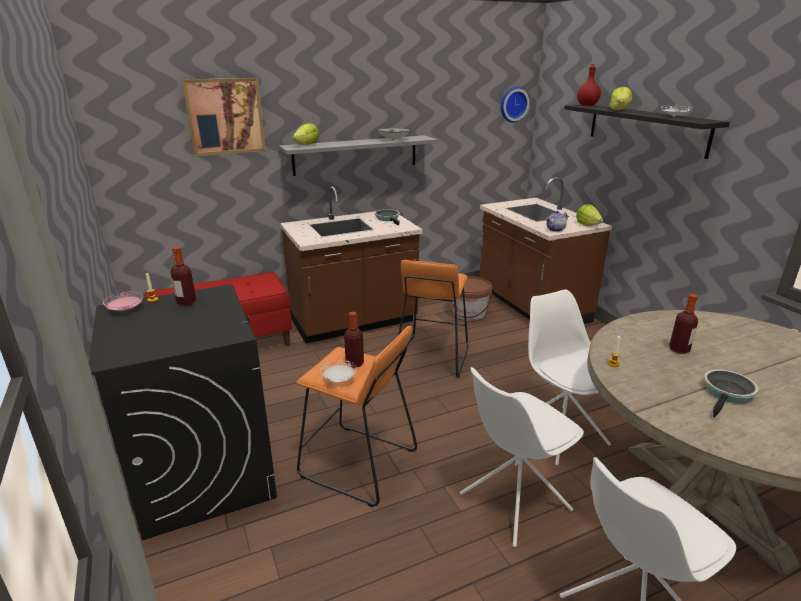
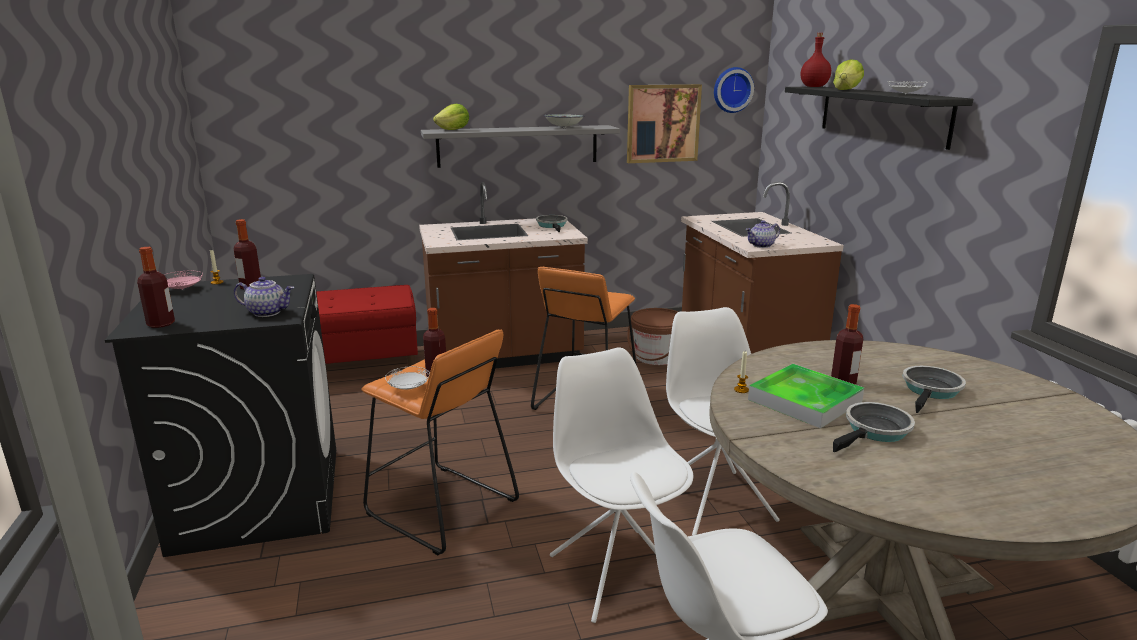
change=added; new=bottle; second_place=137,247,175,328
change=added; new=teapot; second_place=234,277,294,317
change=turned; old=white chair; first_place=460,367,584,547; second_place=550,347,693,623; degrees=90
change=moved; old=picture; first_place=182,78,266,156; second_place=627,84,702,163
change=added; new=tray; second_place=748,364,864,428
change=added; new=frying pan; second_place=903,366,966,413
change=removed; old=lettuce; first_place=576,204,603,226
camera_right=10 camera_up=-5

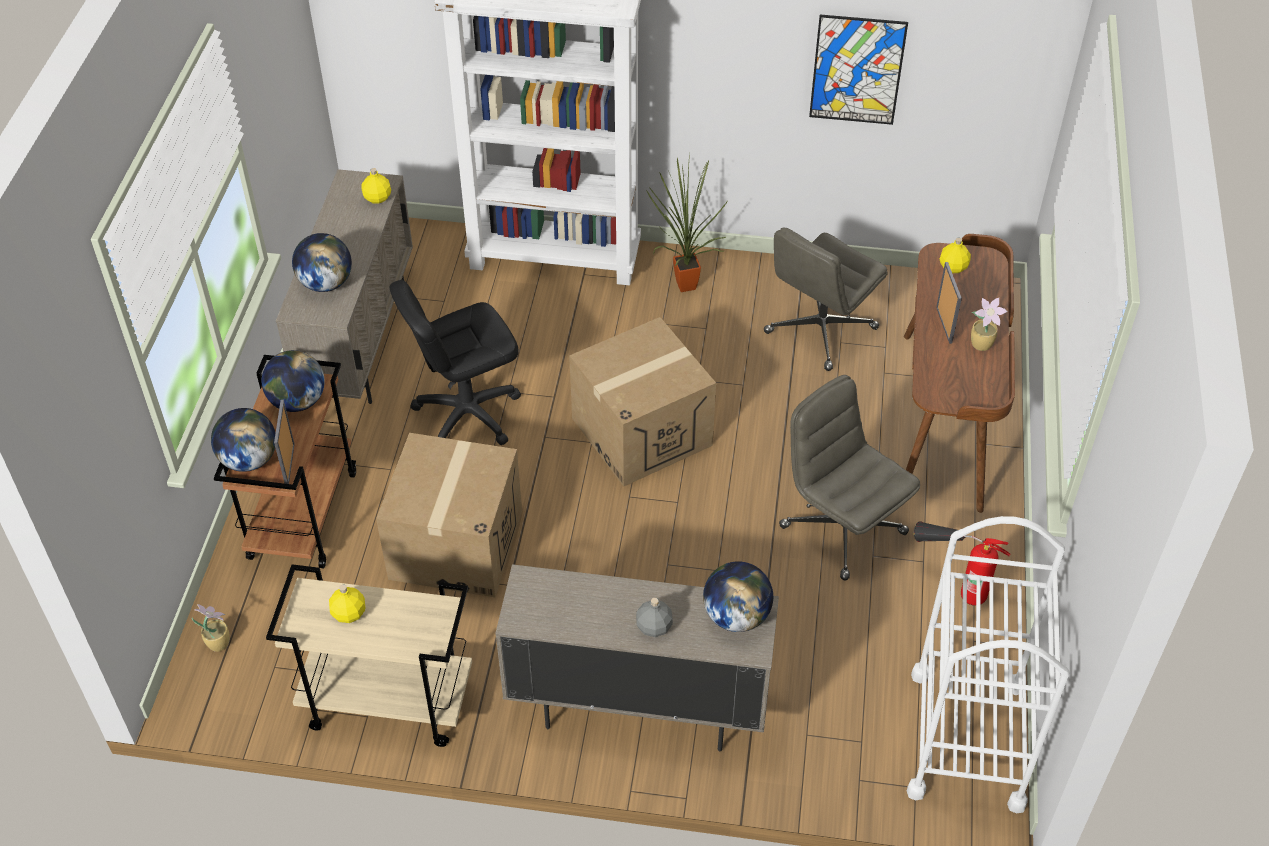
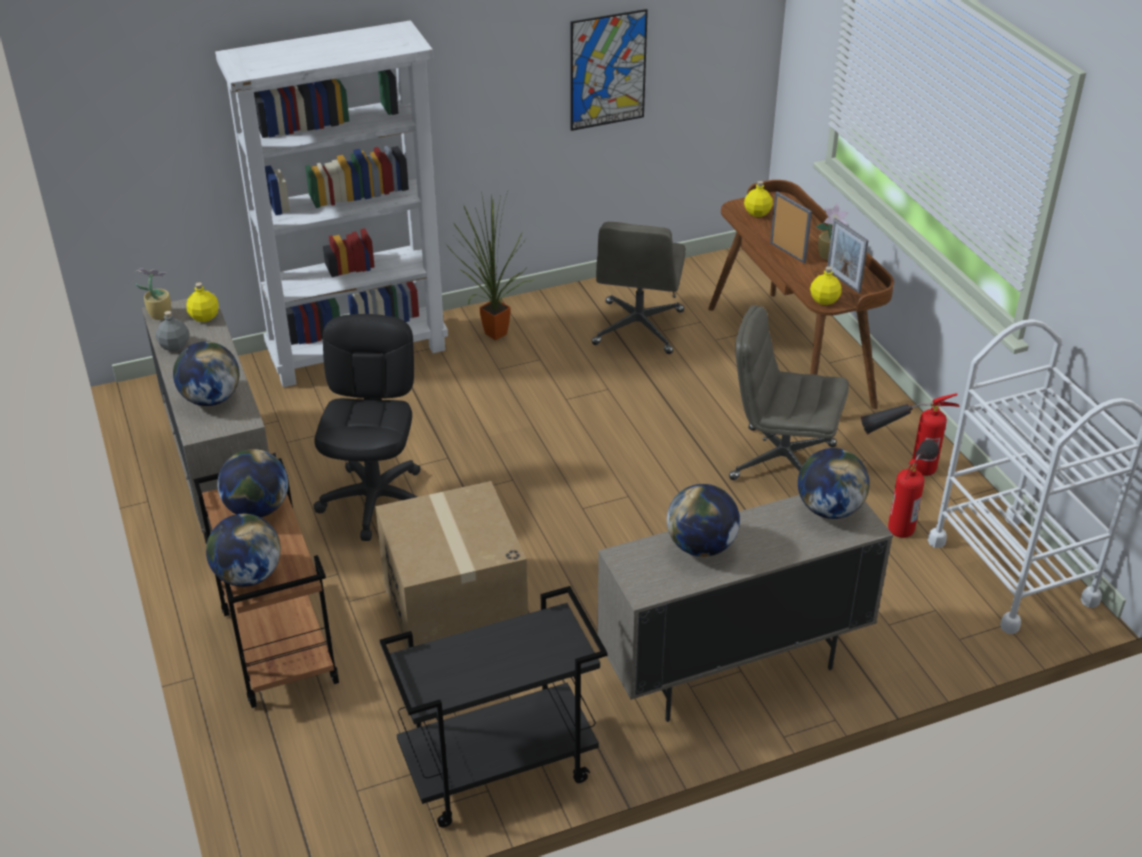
change=moved; old=potted plant; first_place=192,604,230,652; second_place=135,269,171,320
change=moved; old=grey bottle; first_place=636,598,673,637; second_place=155,311,190,351
change=turned; old=black office chair; first_place=390,280,521,445; second_place=313,314,420,541; degrees=150
change=recoloured; old=beige cart; new=black cart; first_place=266,564,472,747; second_place=379,586,608,827
change=added; new=globe; second_place=667,484,740,557
change=moved; old=yellow bottle; first_place=329,585,365,623; second_place=810,266,842,305
change=moved; old=picture frame; first_place=274,400,295,484; second_place=827,218,869,293
change=added; new=fire extinguisher; second_place=888,440,939,538
change=removed; old=cardboard box; first_place=569,317,716,487
camera_right=-30 camera_up=-10

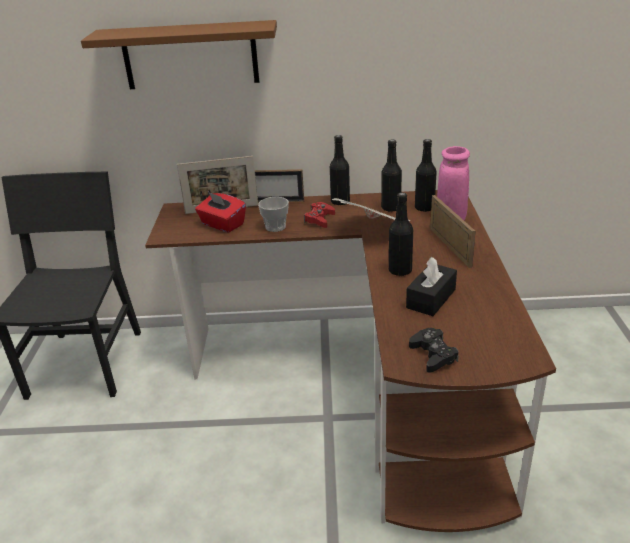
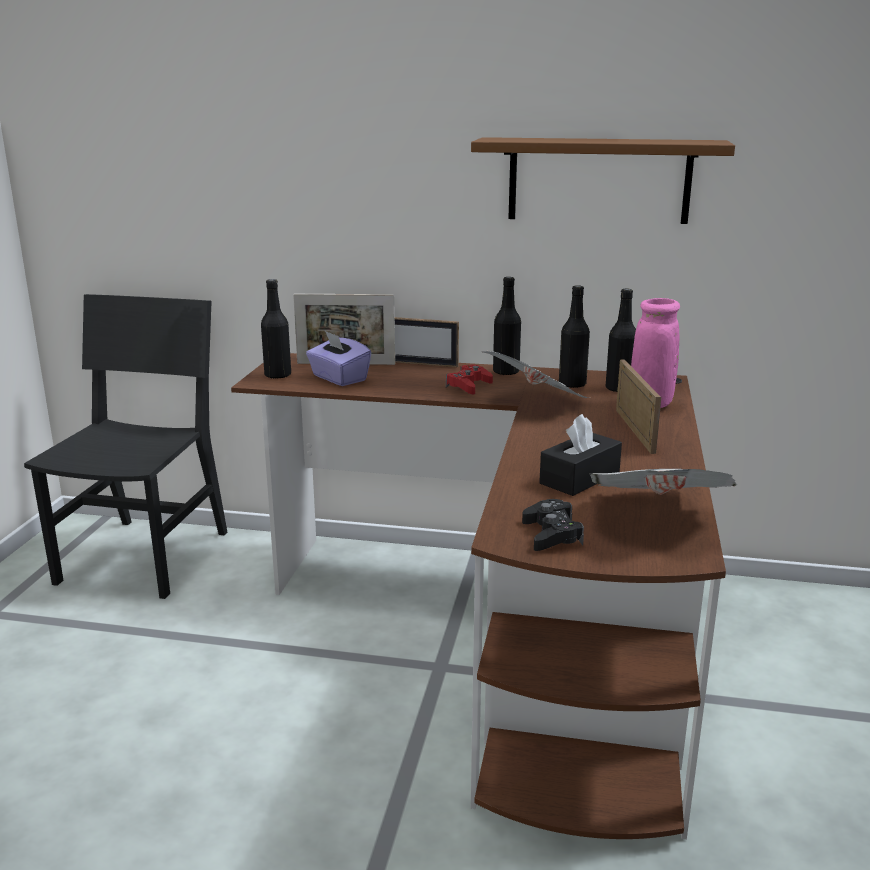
change=moved; old=black bottle; first_place=389,192,413,276; second_place=261,279,291,379
change=recoloured; old=red tissue box; new=purple tissue box; first_place=195,192,246,233; second_place=306,331,371,386
change=moved; old=brown shelf; first_place=81,20,277,89; second_place=471,137,735,224
change=added; new=newspaper; second_place=589,469,737,495
change=removed; old=cup; first_place=258,197,289,232
camera_right=10 camera_up=-10

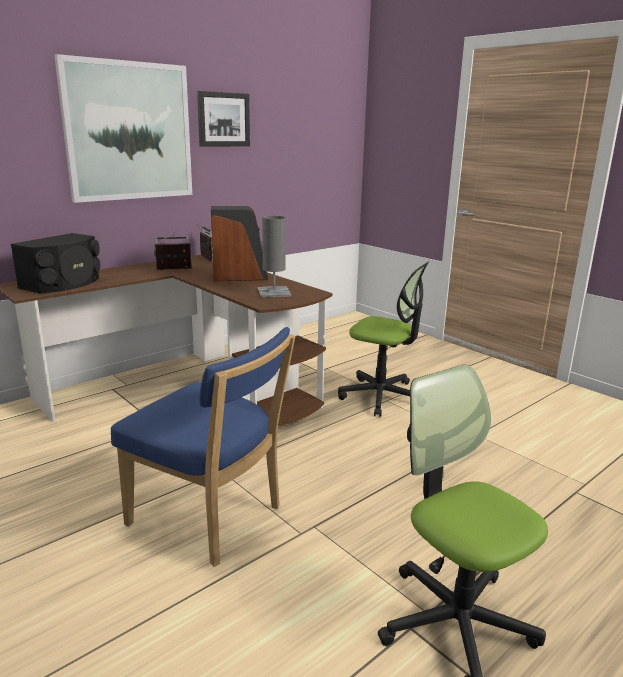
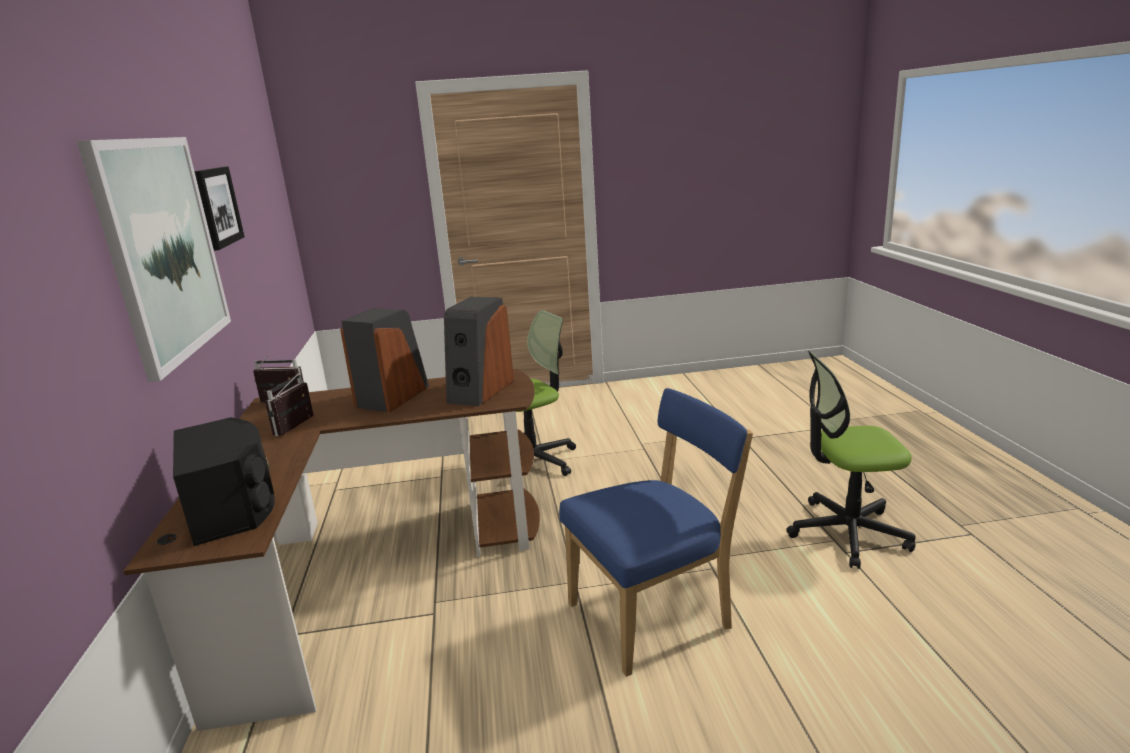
change=replaced; old=grey table lamp; new=speaker; first_place=258,216,291,298; second_place=444,297,514,406
camera_right=-55 camera_up=0

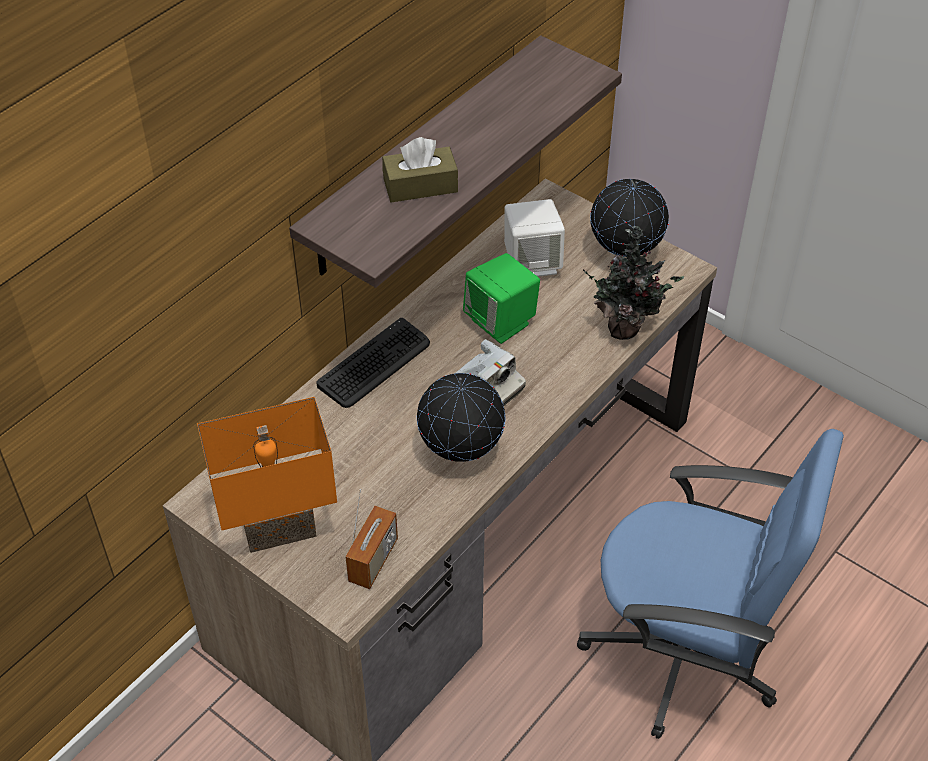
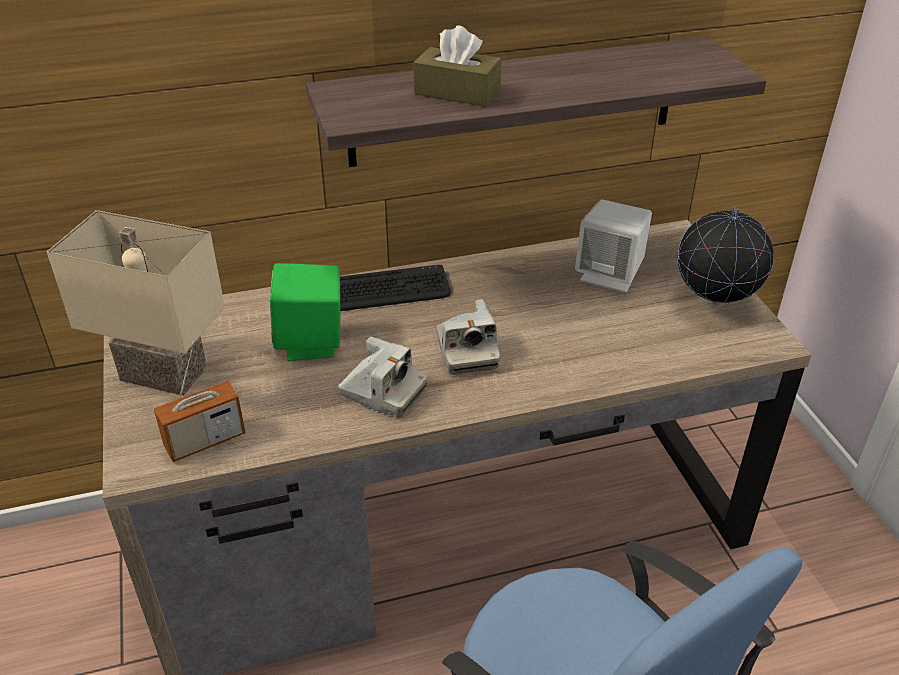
change=recoloured; old=orange table lamp; new=beige table lamp; first_place=197,397,337,553; second_place=47,210,225,396
change=moved; old=green speaker; first_place=463,253,540,344; second_place=270,263,341,361
change=replaced; old=globe; new=photo camera; first_place=417,373,506,462; second_place=338,336,427,418
change=removed; old=potted plant; first_place=583,226,684,340
camera_right=35 camera_up=-10

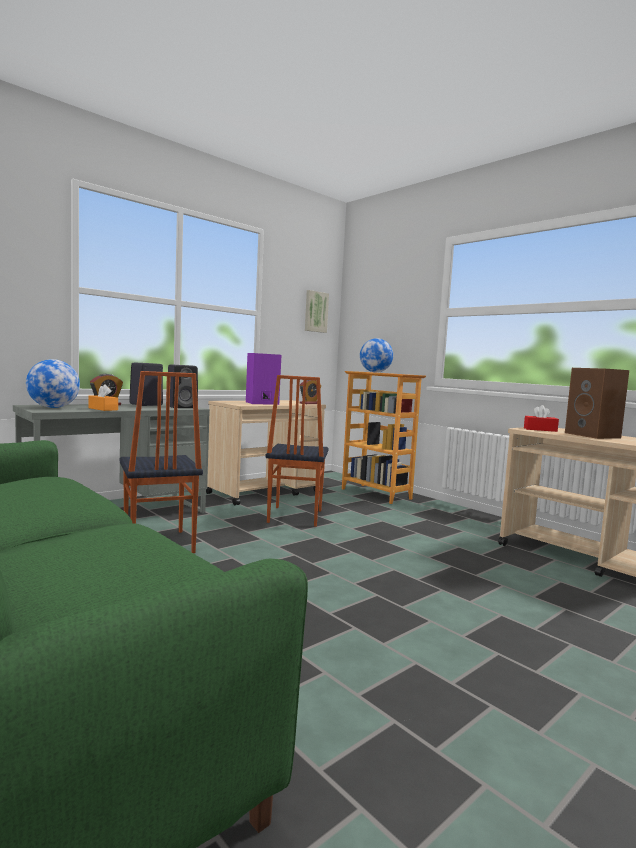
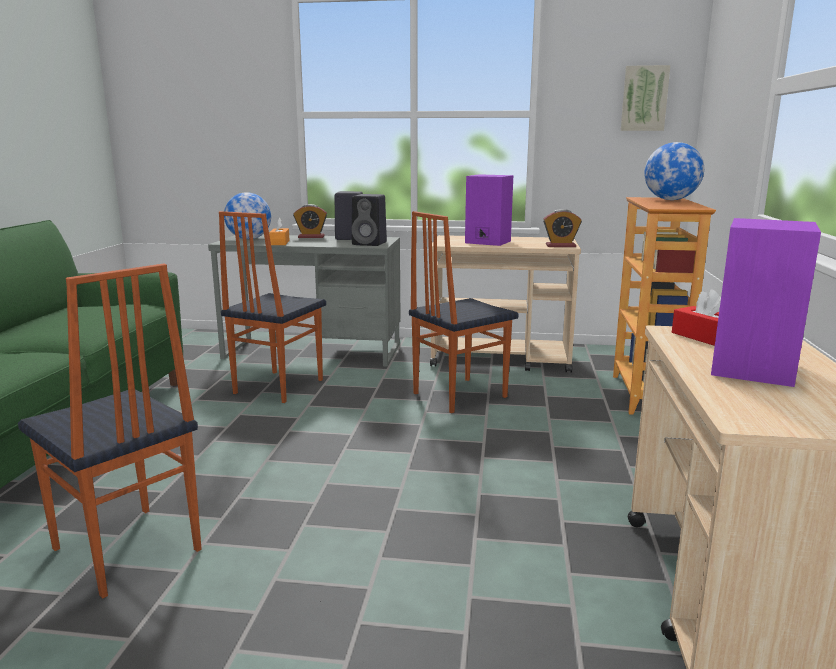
change=added; new=chair; second_place=18,264,202,599
change=recoloured; old=brown speaker; new=purple speaker; first_place=565,368,629,439; second_place=711,218,821,387
camera_right=50 camera_up=10

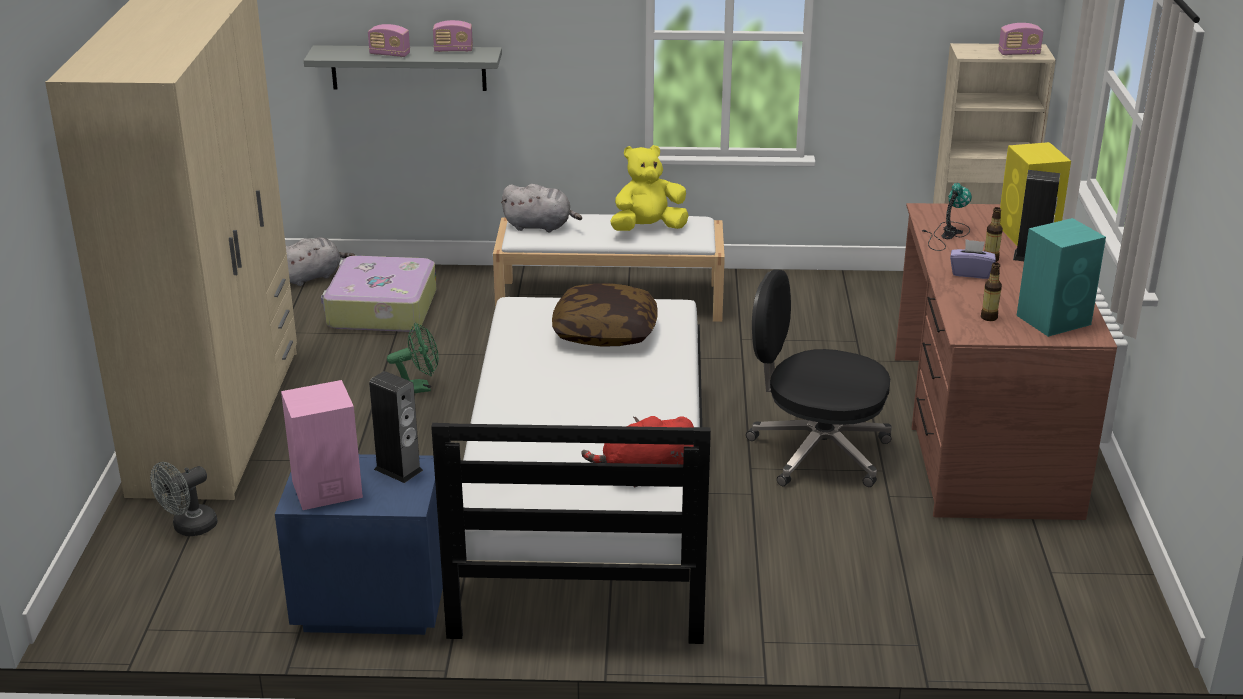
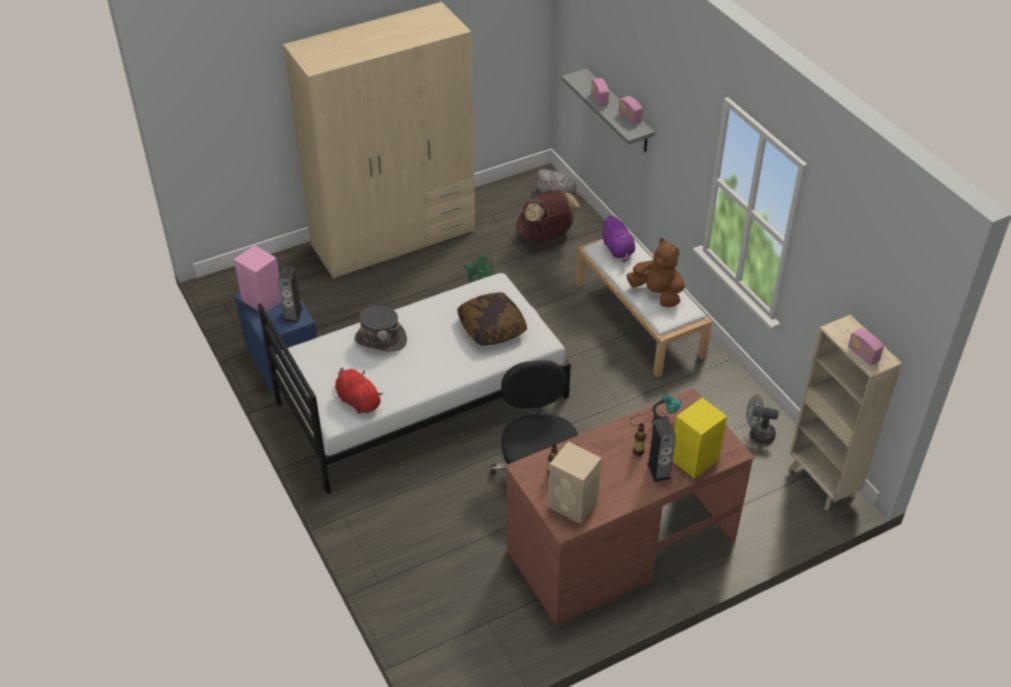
change=added; new=grey hat; second_place=355,306,407,352
change=replaced; old=suitcase; new=brown backpack; first_place=321,256,436,332; second_place=516,190,580,243
change=recoloured; old=turquoise speaker; new=beige speaker; first_place=1017,218,1106,337; second_place=548,442,601,524
change=recoloured; old=grey plush toy; new=purple plush toy; first_place=501,184,582,232; second_place=601,215,635,262
change=recoloured; old=yellow plush toy; new=brown plush toy; first_place=610,145,689,231; second_place=626,238,684,307
change=moved; old=grey fan; first_place=150,462,218,536; second_place=746,394,779,444
change=removed; old=purple tissue box; first_place=950,239,996,279
camera_right=60 camera_up=15

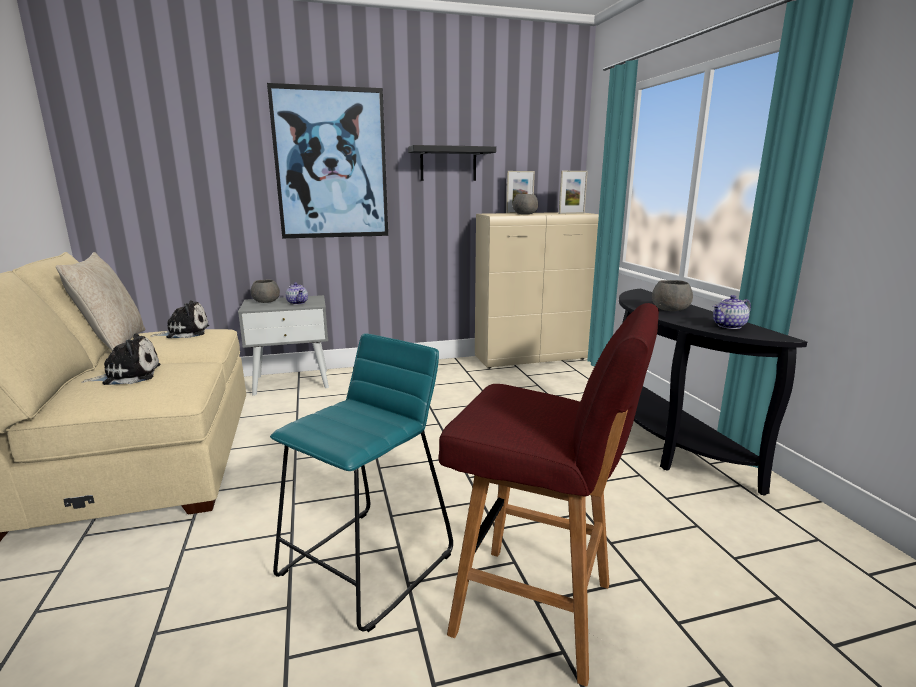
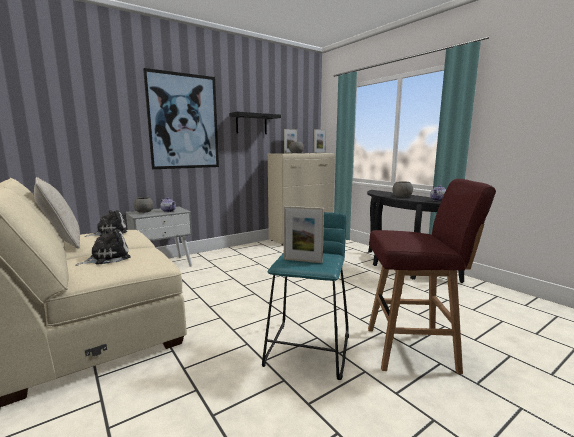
change=added; new=picture frame; second_place=284,206,324,263
camera_right=-20 camera_up=-5

